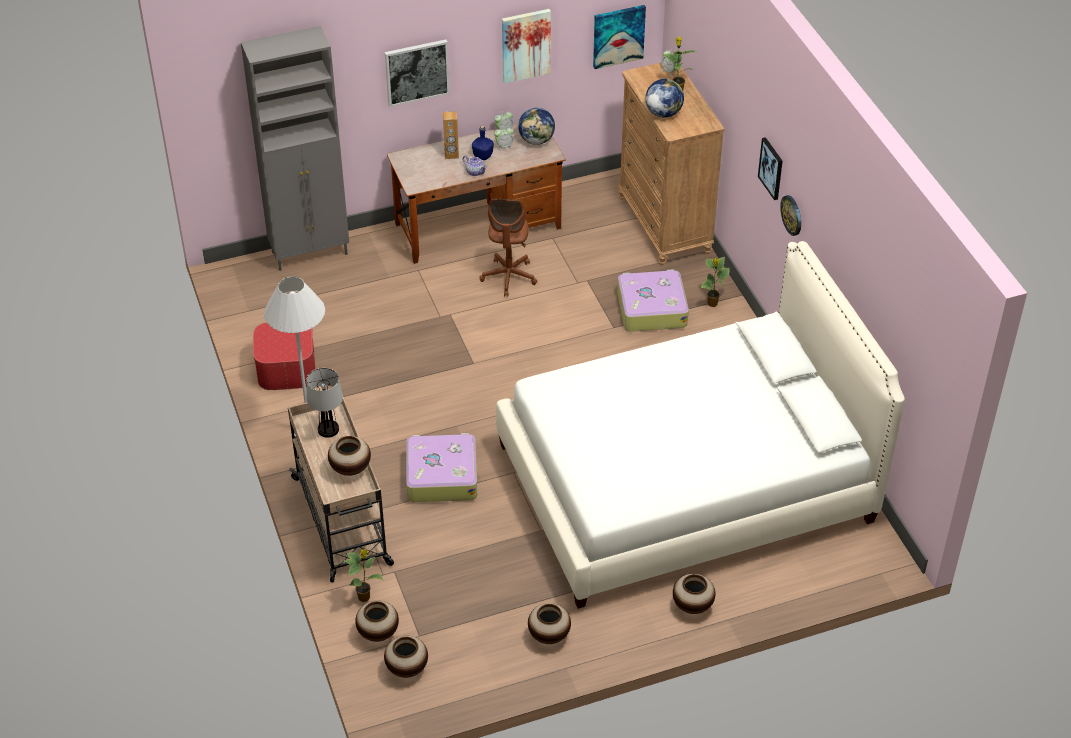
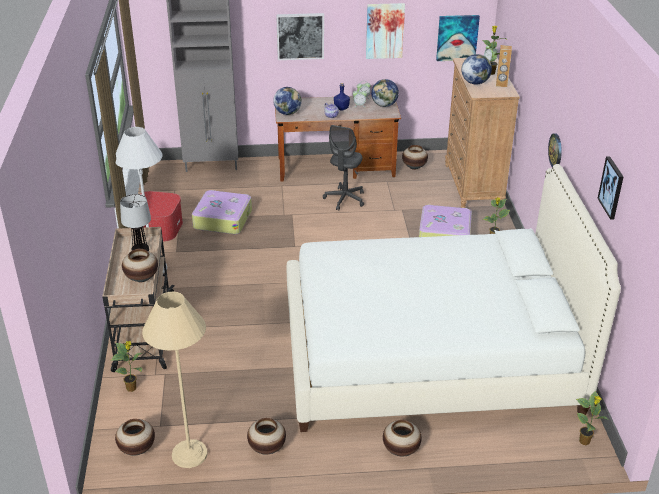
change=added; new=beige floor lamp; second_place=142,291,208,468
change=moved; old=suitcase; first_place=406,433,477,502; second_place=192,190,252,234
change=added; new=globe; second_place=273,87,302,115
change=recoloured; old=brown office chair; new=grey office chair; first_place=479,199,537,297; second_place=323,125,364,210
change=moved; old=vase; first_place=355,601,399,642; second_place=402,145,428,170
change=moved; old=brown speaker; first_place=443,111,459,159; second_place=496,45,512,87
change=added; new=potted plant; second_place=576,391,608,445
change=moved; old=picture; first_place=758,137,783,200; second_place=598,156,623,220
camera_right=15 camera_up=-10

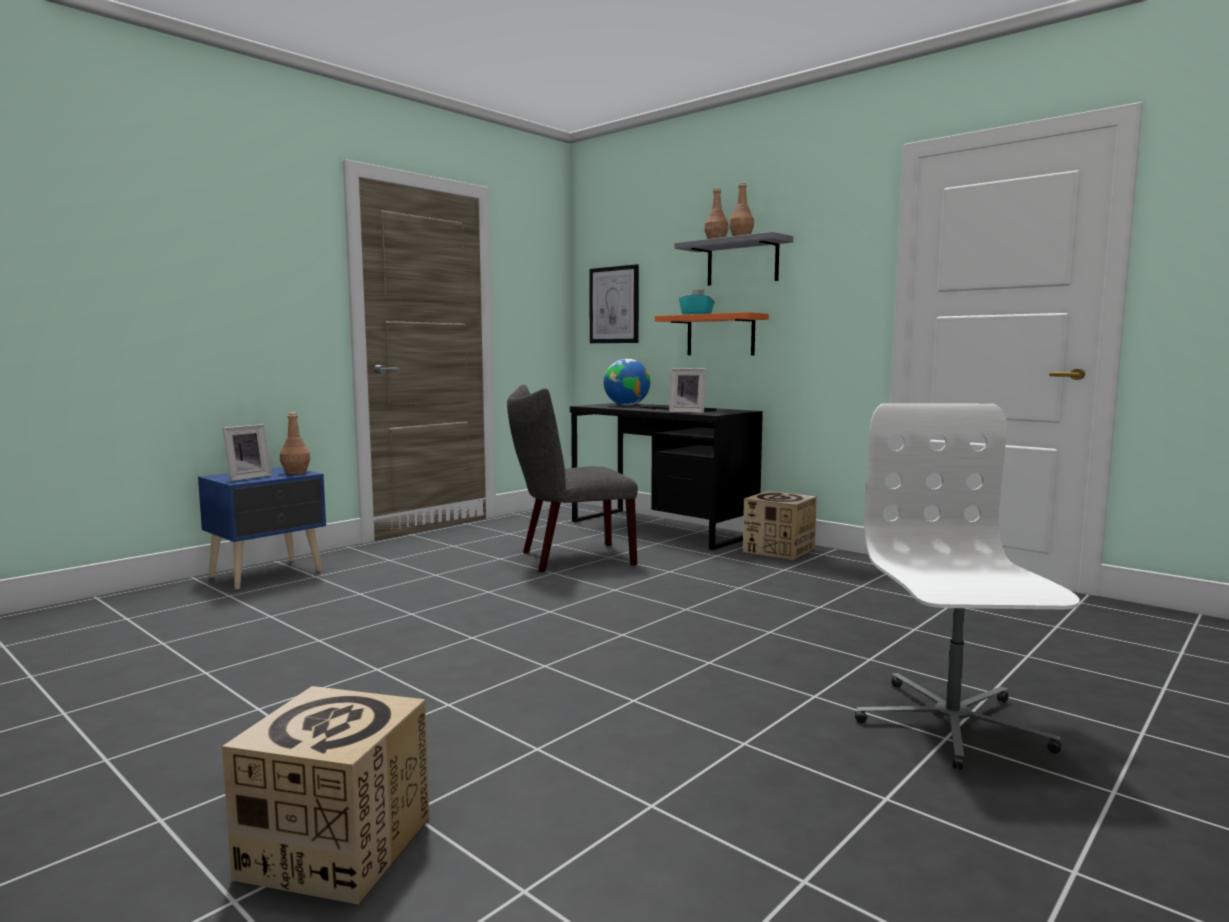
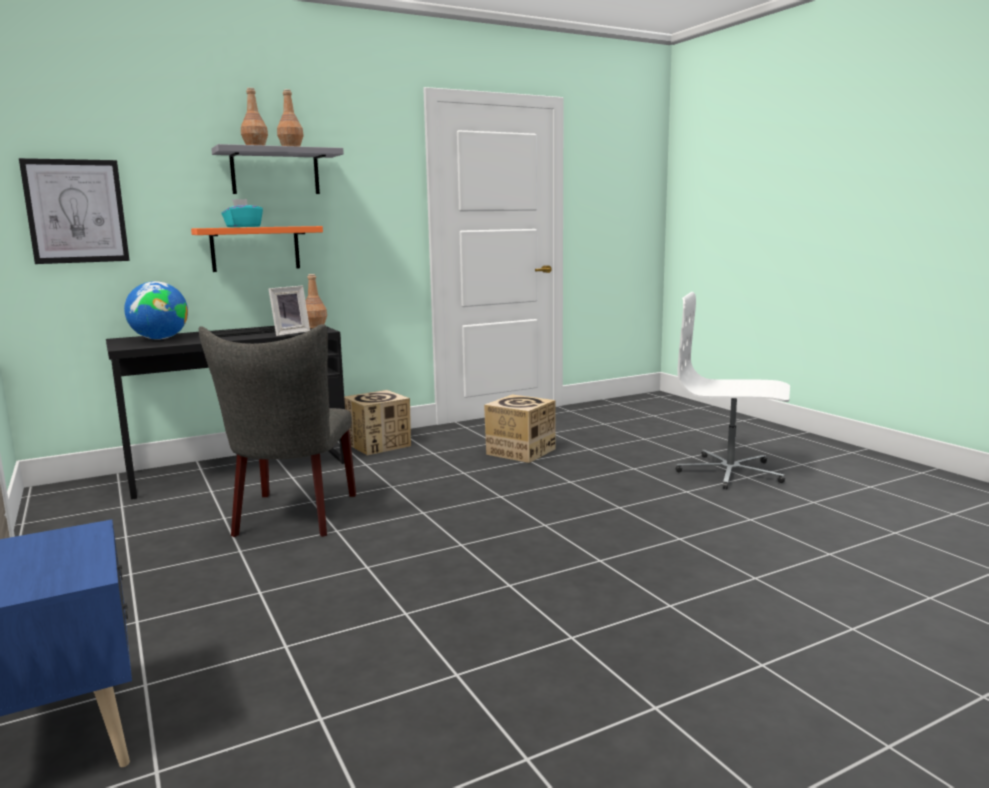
change=moved; old=brown bottle; first_place=280,412,310,474; second_place=306,274,327,328
change=moved; old=cardboard box; first_place=222,686,429,905; second_place=484,394,555,463
change=removed; old=picture frame; first_place=222,424,272,482
camera_right=-70 camera_up=5

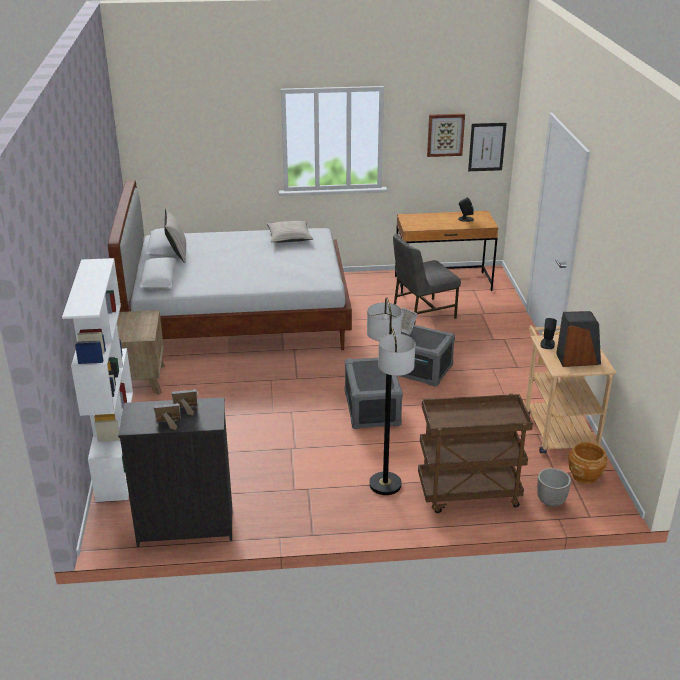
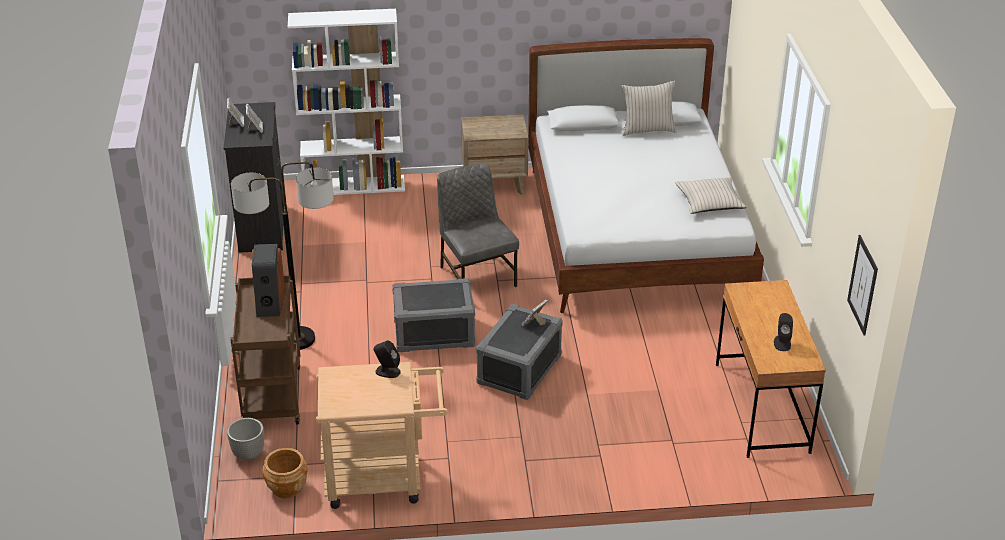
change=moved; old=speaker; first_place=556,311,601,367; second_place=252,244,285,317
change=moved; old=grey chair; first_place=393,234,461,325; second_place=437,163,519,287
change=removed; old=picture; first_place=427,114,465,157
camera_right=90 camera_up=5

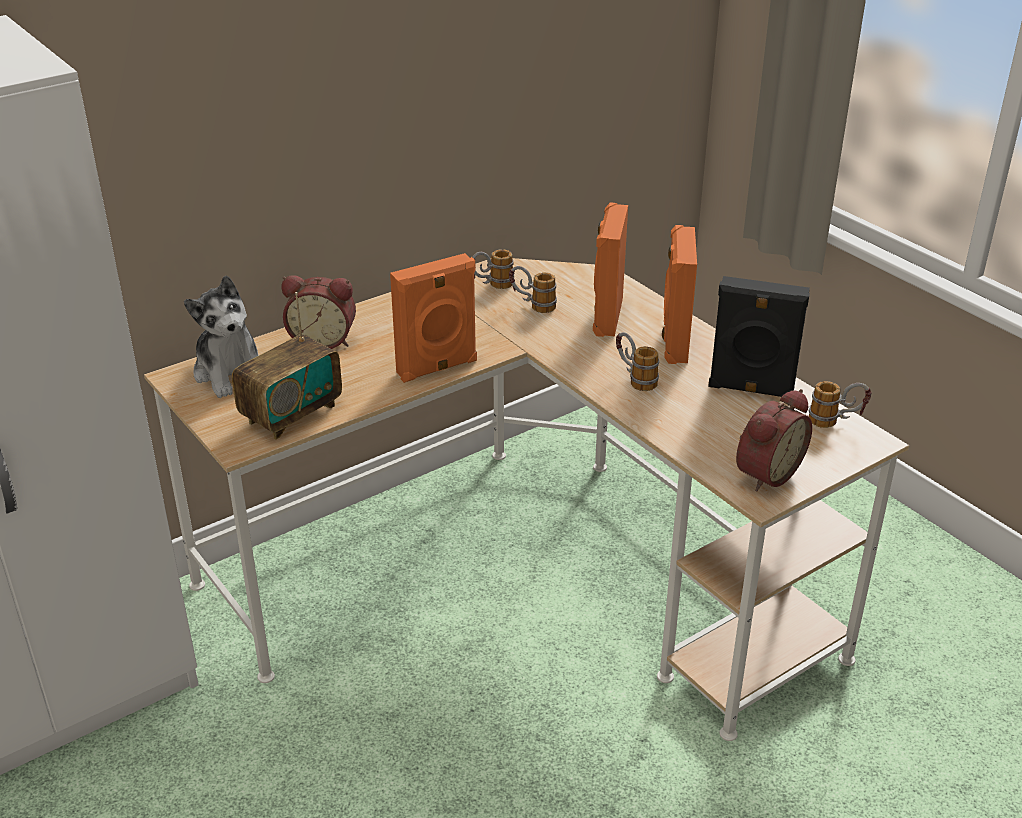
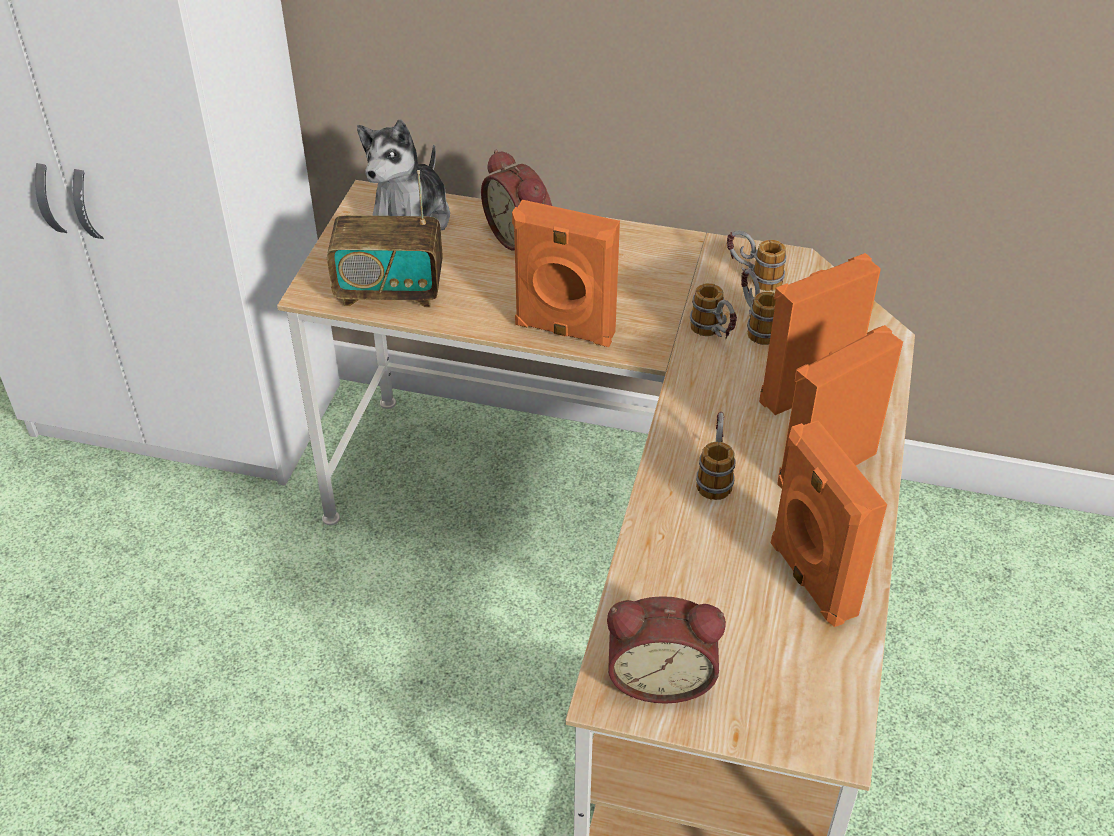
change=moved; old=mug; first_place=809,381,872,428; second_place=690,283,737,339
change=recoloured; old=black speaker; new=orange speaker; first_place=708,276,810,397; second_place=771,420,887,627
camera_right=50 camera_up=10

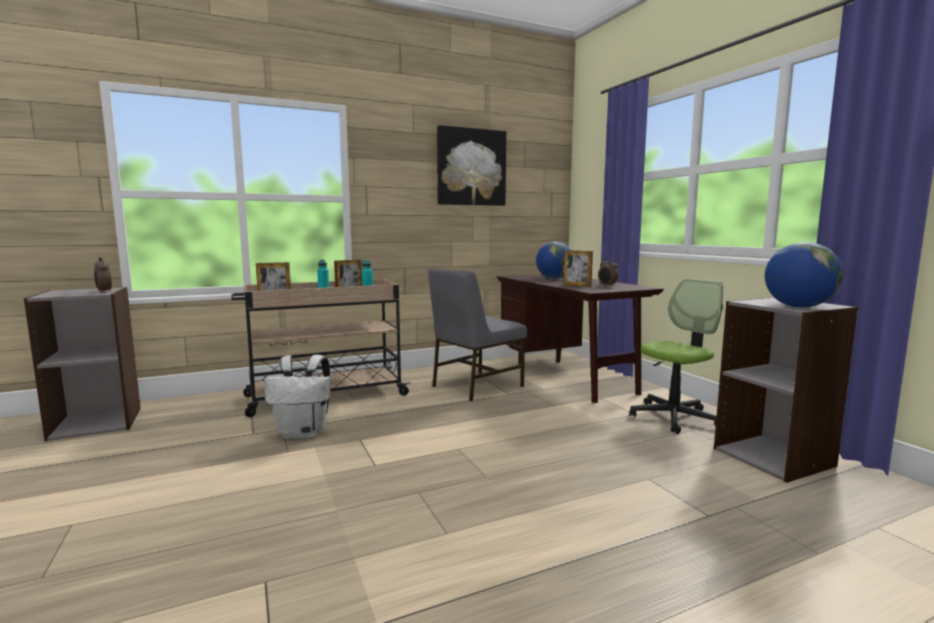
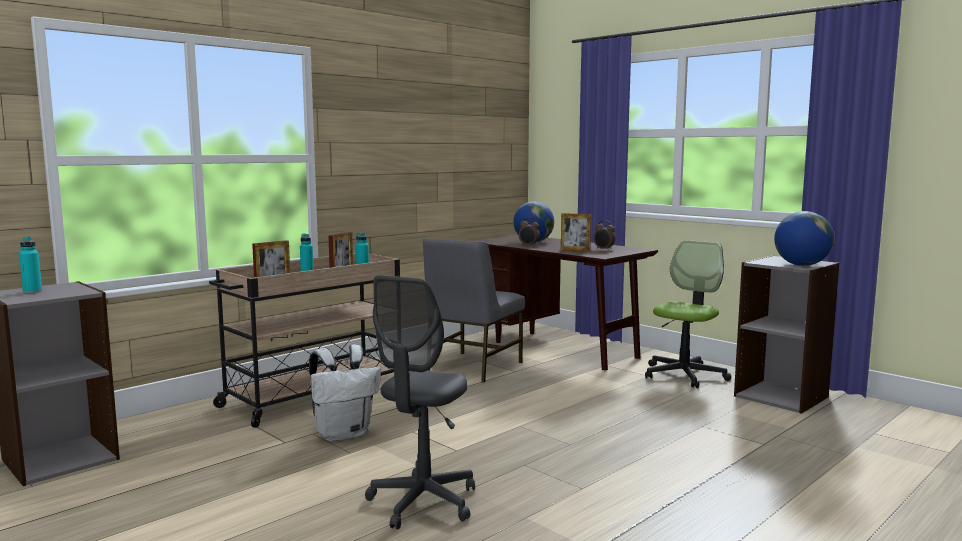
change=added; new=turquoise bottle; second_place=19,237,42,293
change=added; new=grey office chair; second_place=365,276,475,529
change=moved; old=alarm clock; first_place=94,257,112,293; second_place=519,218,540,247
change=removed; old=picture; first_place=437,125,506,206
camera_right=-20 camera_up=0

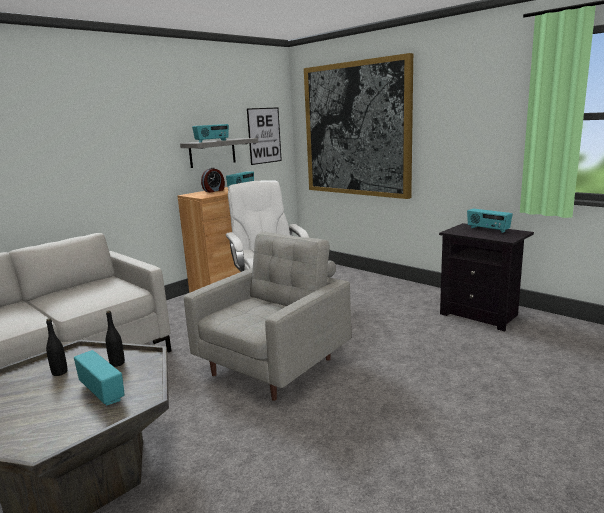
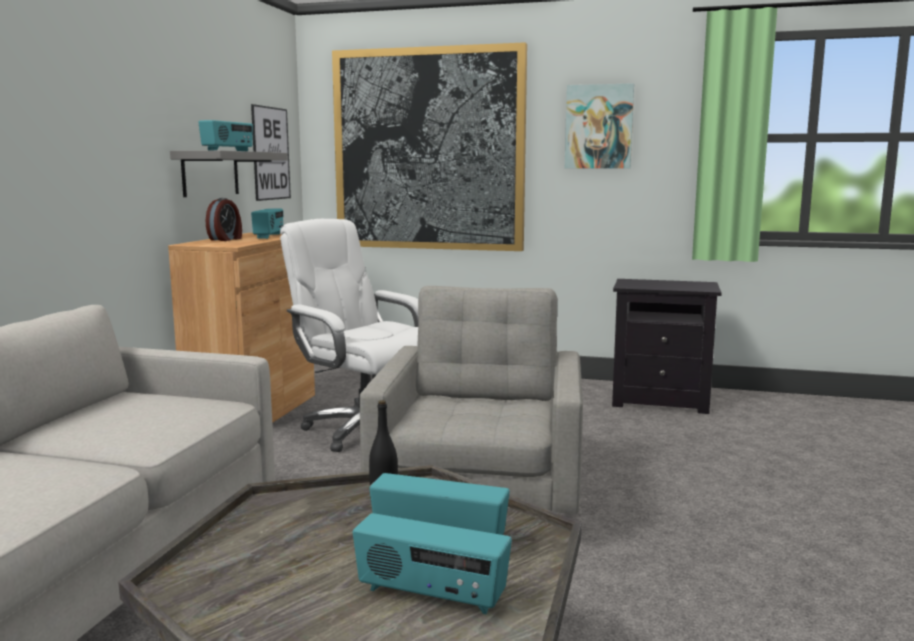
change=moved; old=radio; first_place=467,208,513,233; second_place=353,513,512,614
change=added; new=picture; second_place=565,83,634,169
change=removed; old=black bottle; first_place=46,318,67,376
camera_right=-30 camera_up=-5

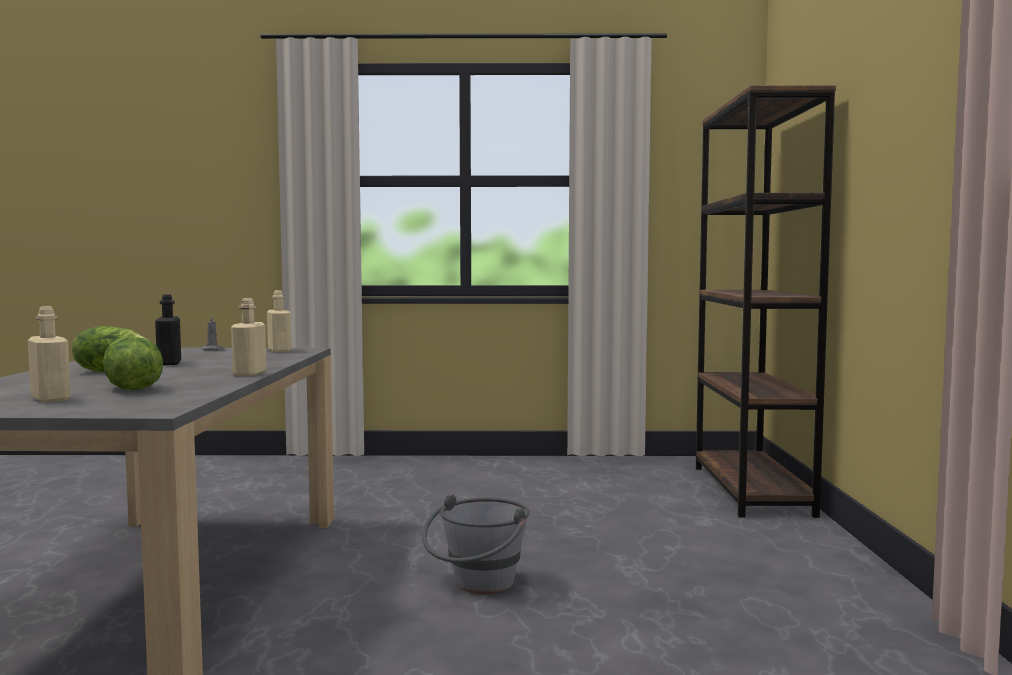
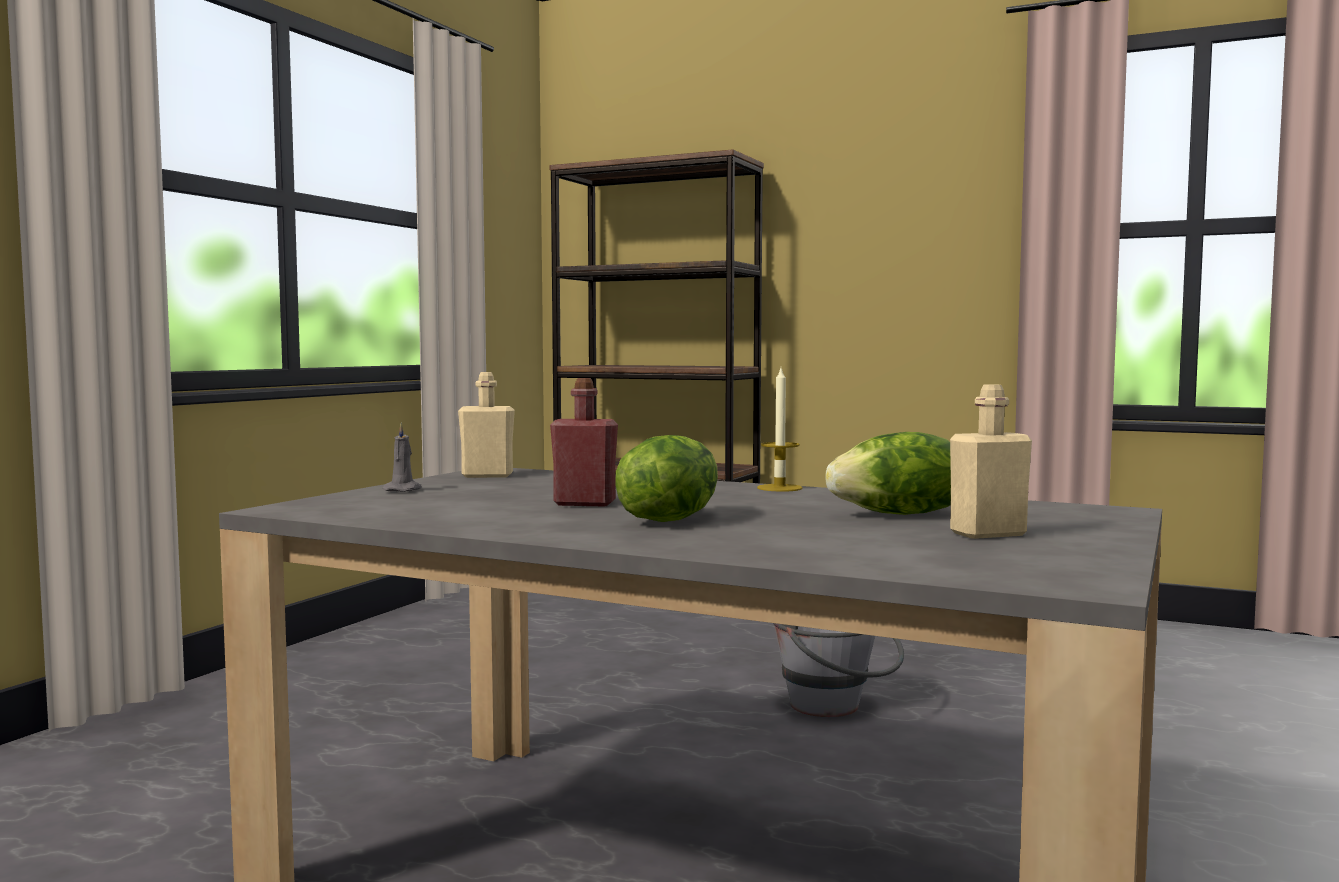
change=recoloured; old=black bottle; new=red bottle; first_place=155,294,181,365; second_place=550,378,618,506
change=replaced; old=beige bottle; new=candle; first_place=231,298,266,376; second_place=757,368,803,492
camera_right=-65 camera_up=0

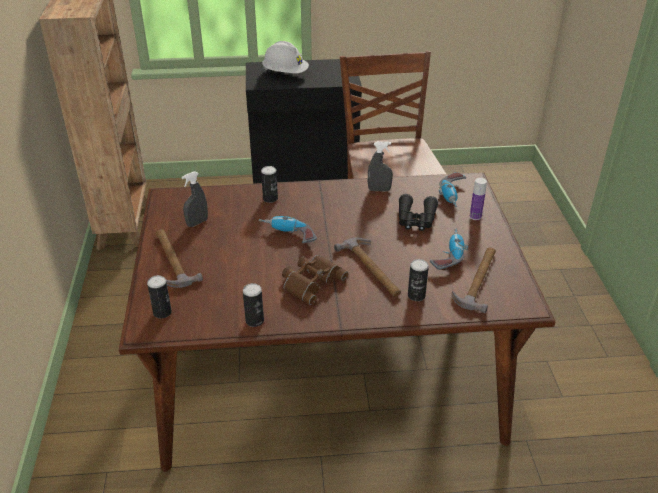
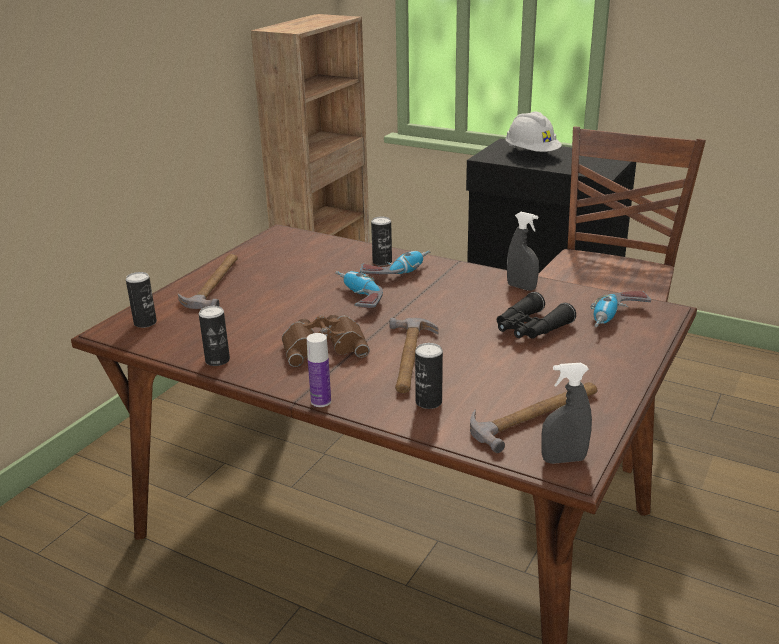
change=moved; old=bottle; first_place=470,178,487,220; second_place=307,333,331,407
change=moved; old=power drill; first_place=430,229,468,270; second_place=360,250,430,274
change=moved; old=grey spray bottle; first_place=181,171,208,227; second_place=541,363,592,464
camera_right=35 camera_up=-10

